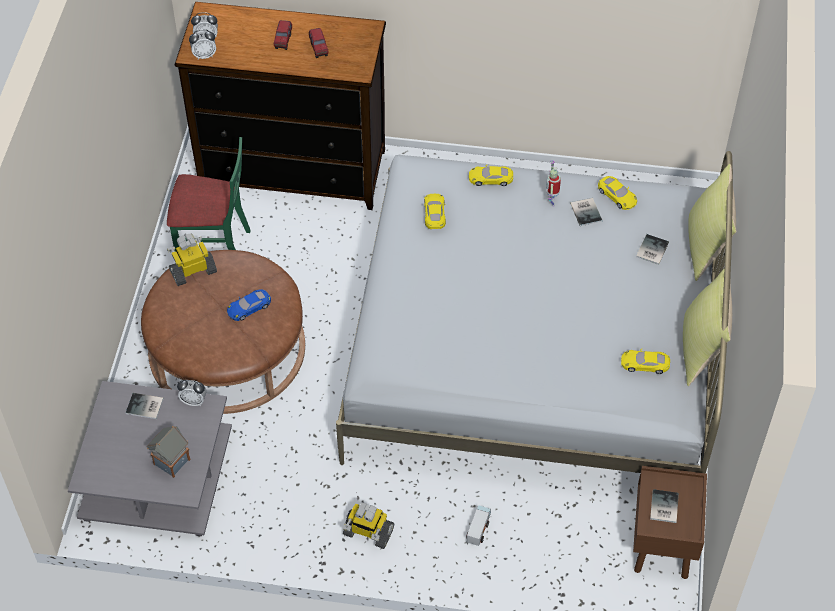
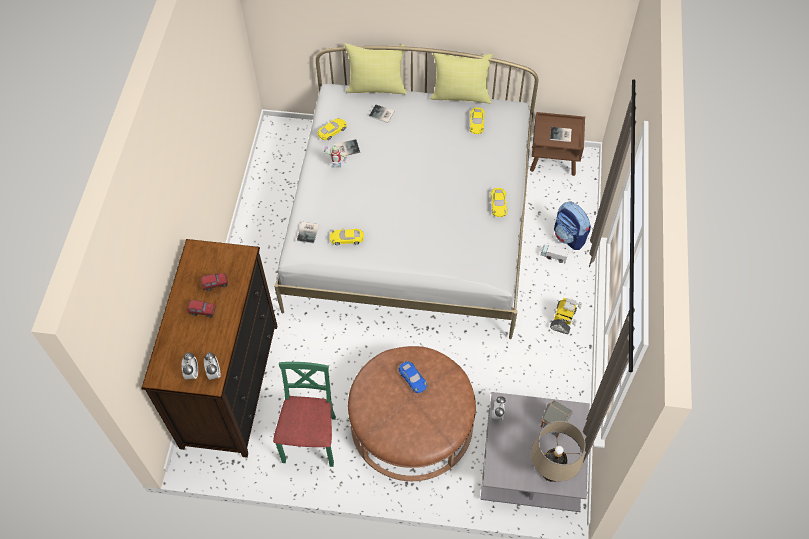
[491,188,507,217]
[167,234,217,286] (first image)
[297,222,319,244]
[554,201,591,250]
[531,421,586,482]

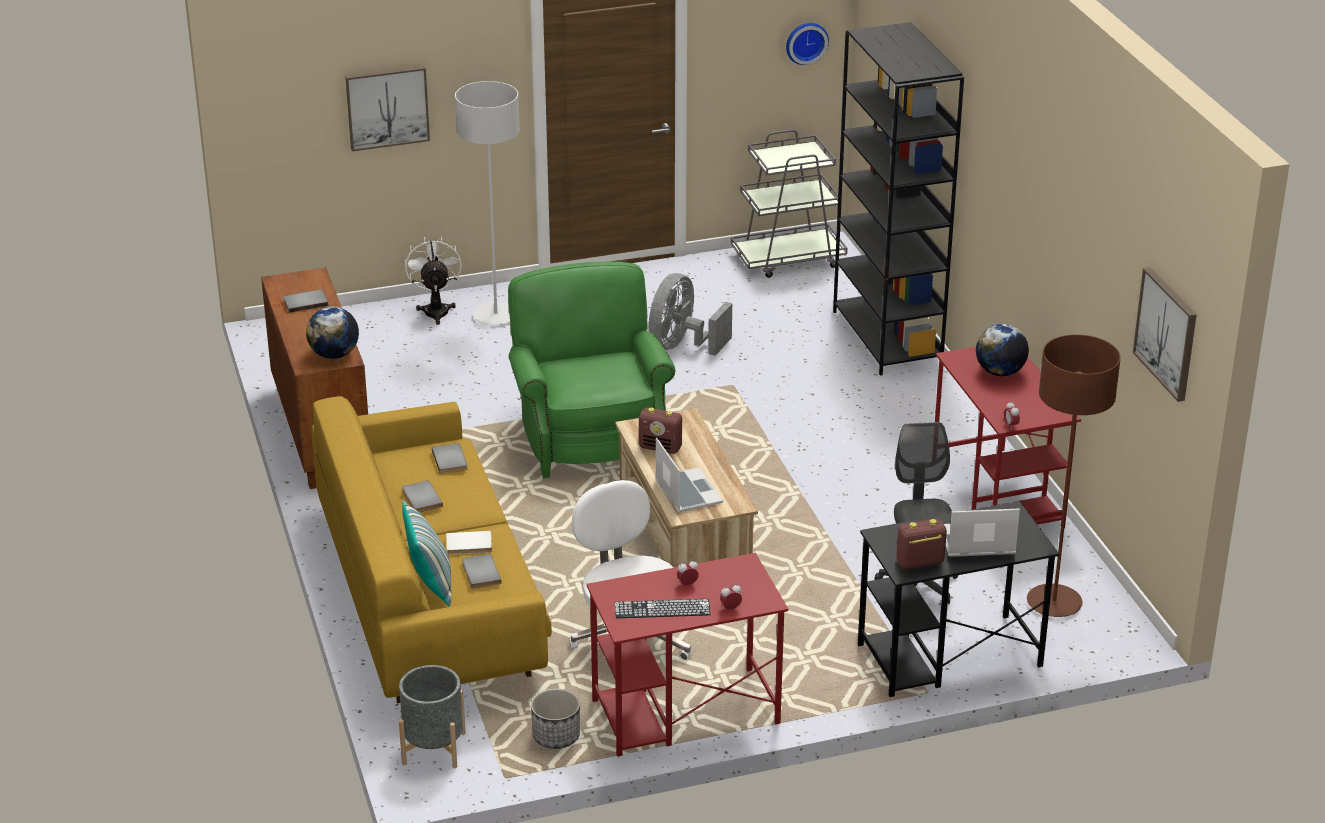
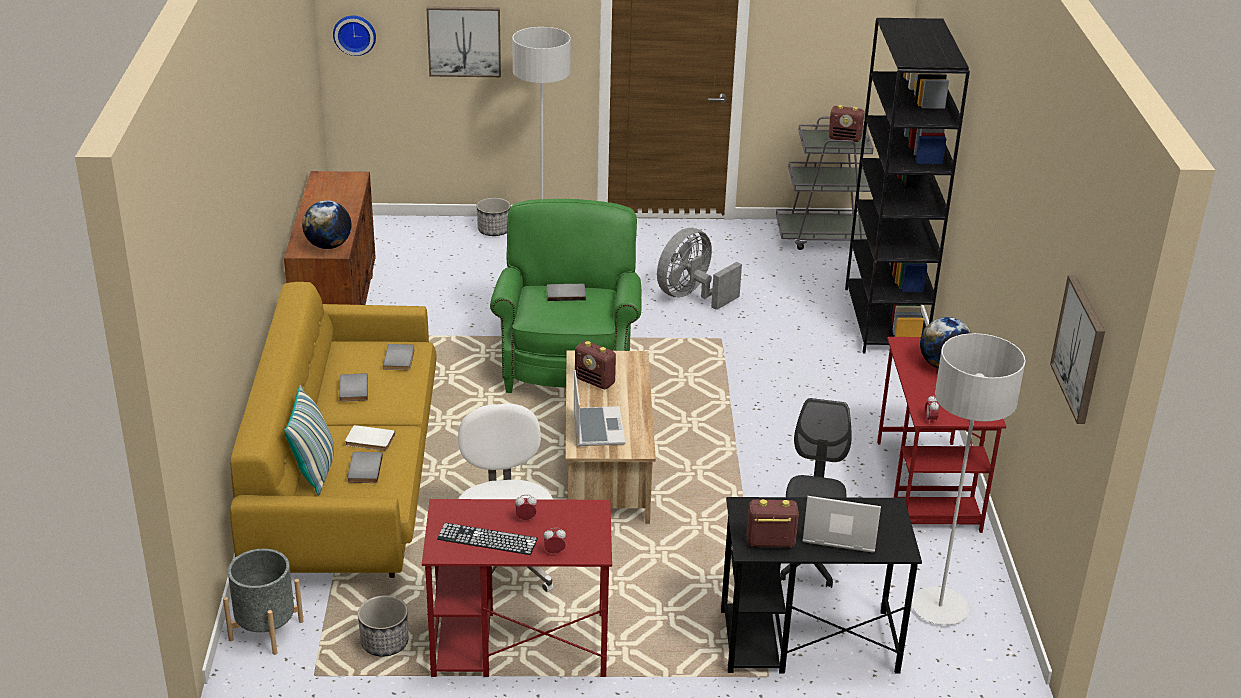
[333,16,376,56]
[477,198,511,236]
[547,284,586,301]
[912,333,1025,625]
[828,105,864,142]

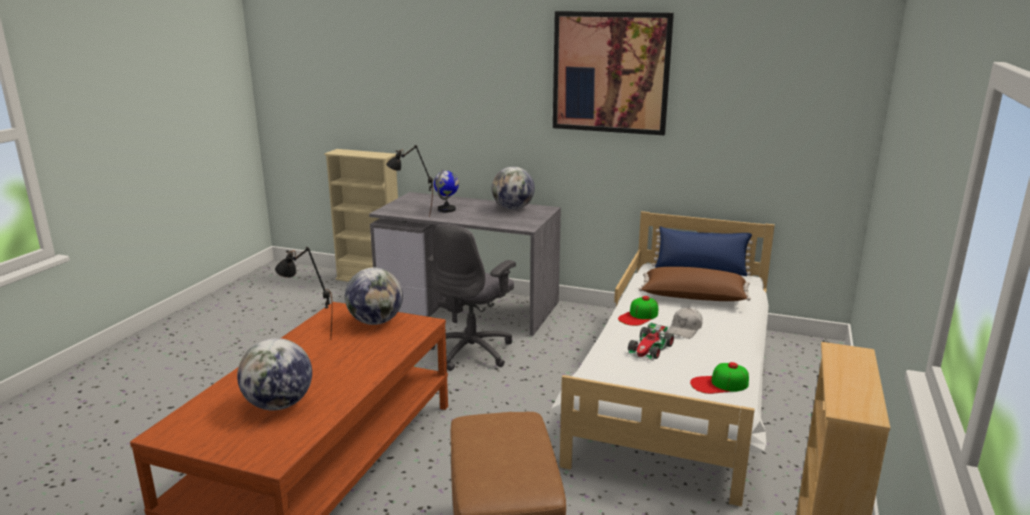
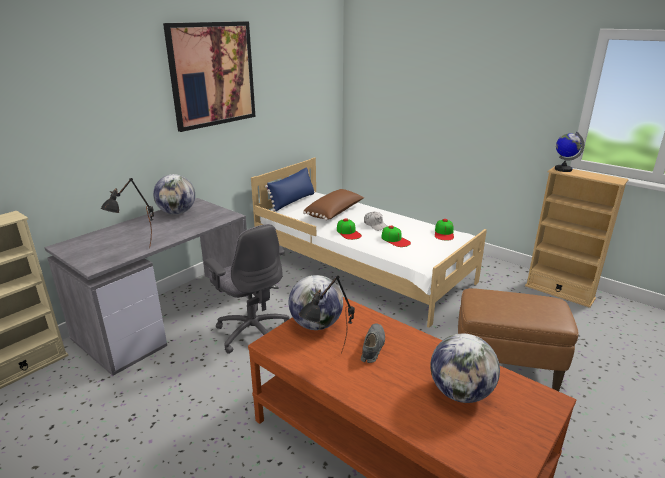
[555,132,584,172]
[381,226,411,247]
[361,324,385,363]

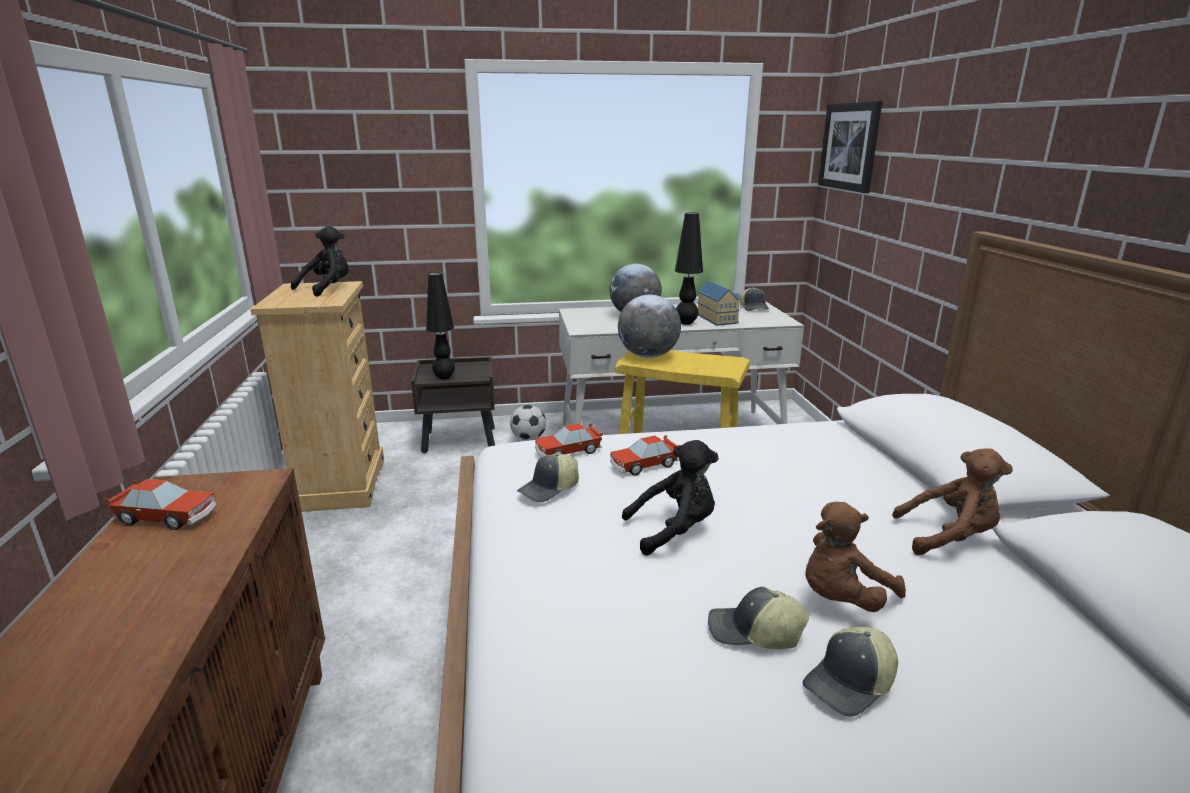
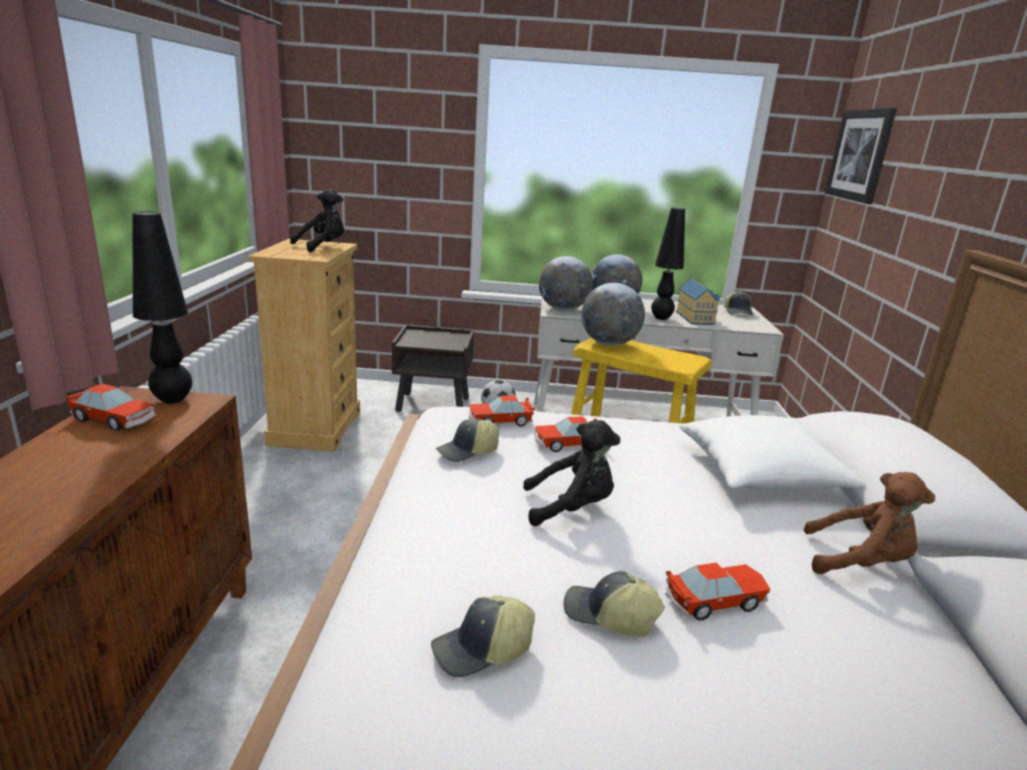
[132,211,192,404]
[665,563,771,621]
[431,596,535,678]
[539,256,593,311]
[679,415,867,490]

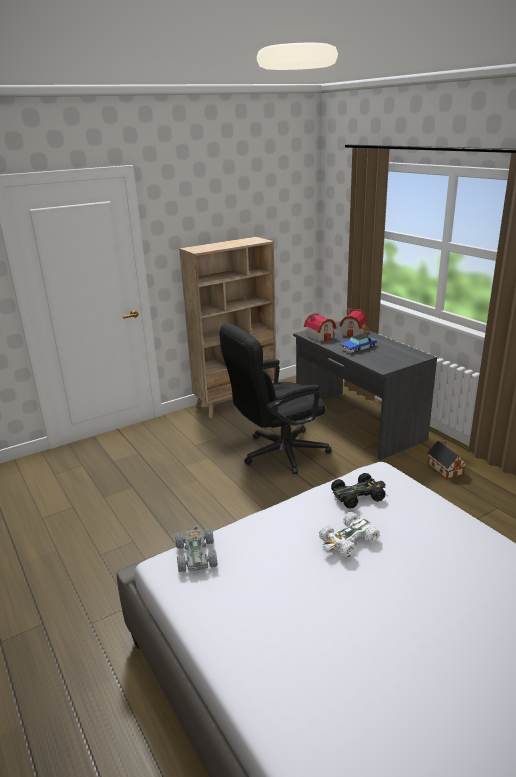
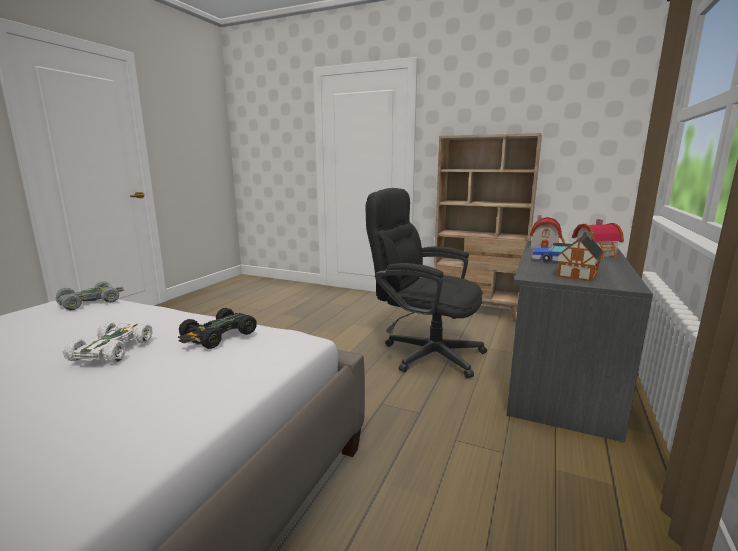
[557,231,604,282]
[178,308,257,349]
[62,321,152,363]

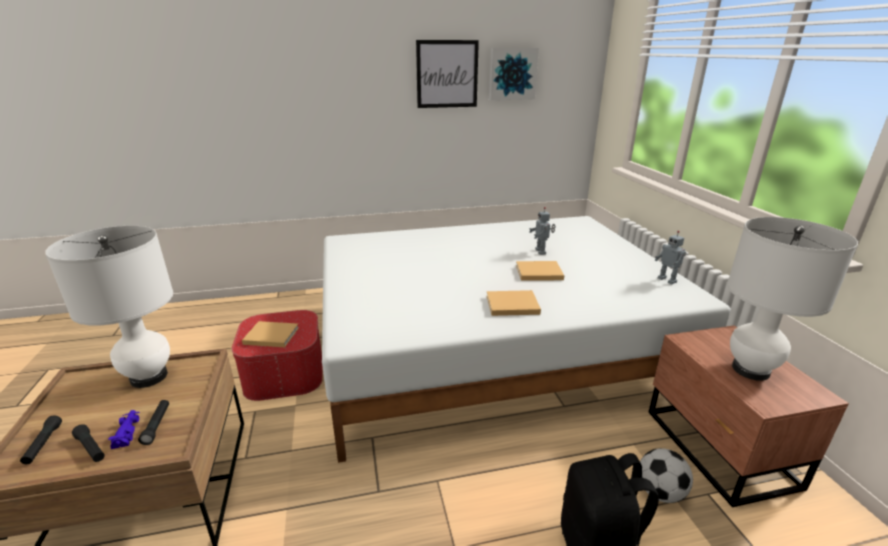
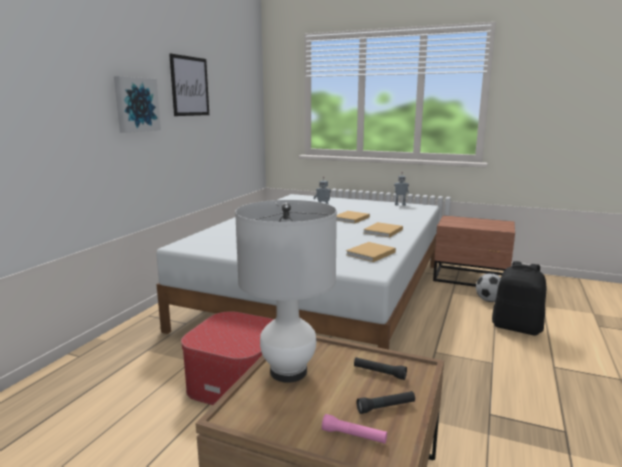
[114,76,161,133]
[727,217,858,381] (first image)
[346,242,396,262]
[108,410,140,449] (first image)
[322,414,387,444]

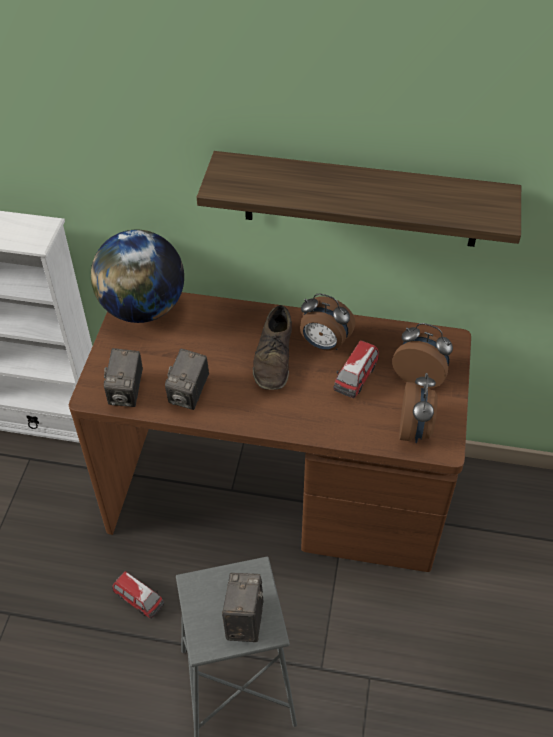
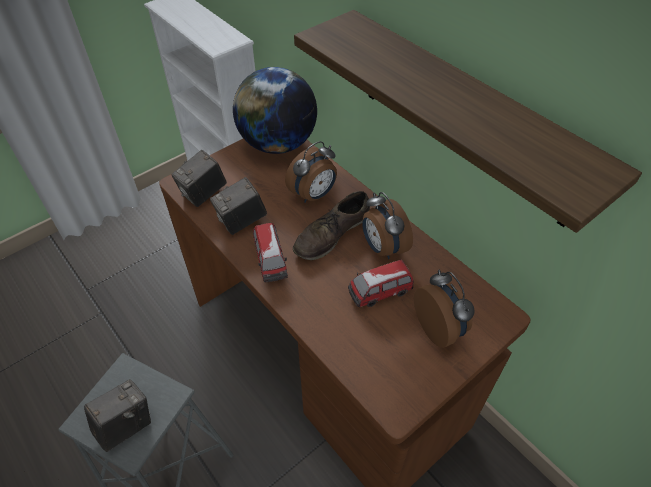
[285,141,337,203]
[253,223,288,282]

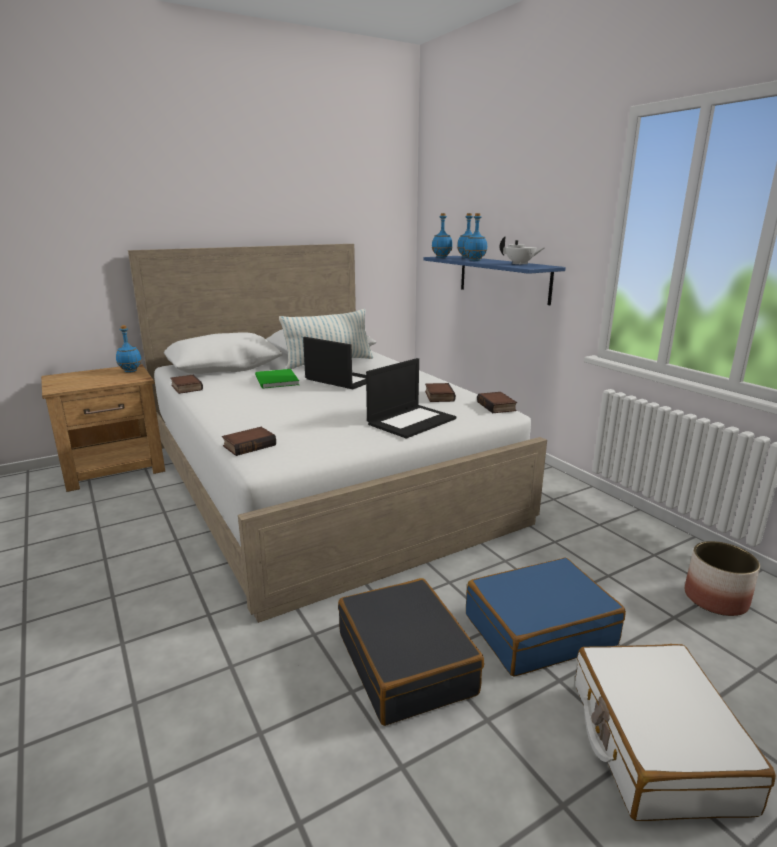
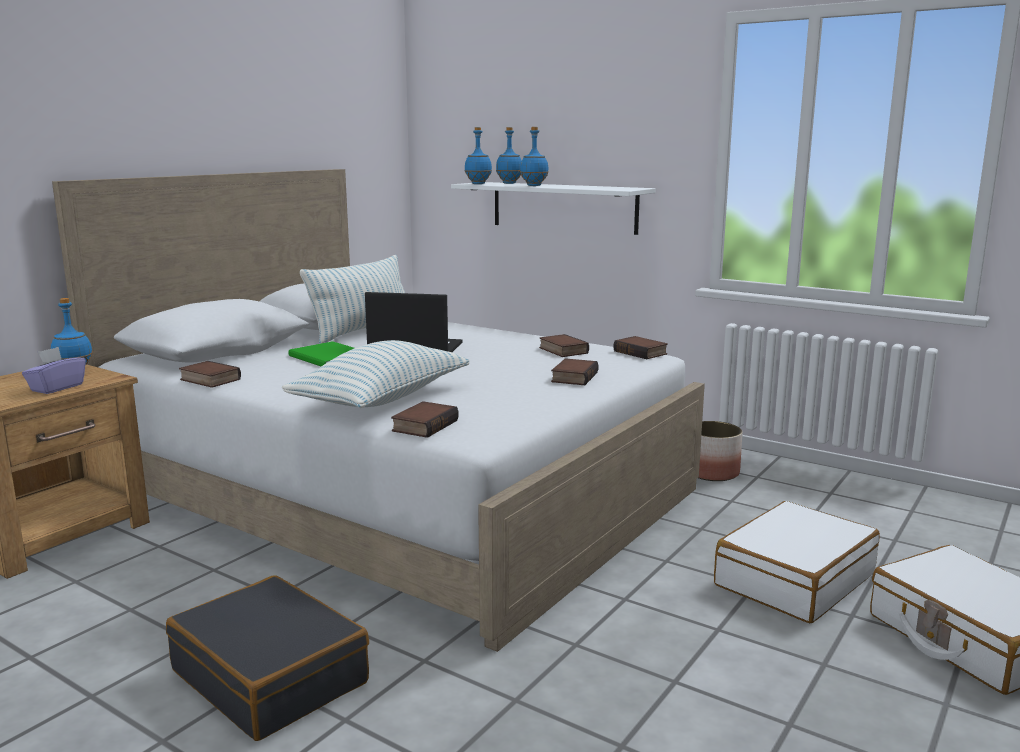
[500,236,544,265] (first image)
[451,182,656,235]
[551,358,599,385]
[698,421,743,481]
[714,501,880,623]
[166,575,369,741]
[282,340,469,408]
[22,347,86,394]

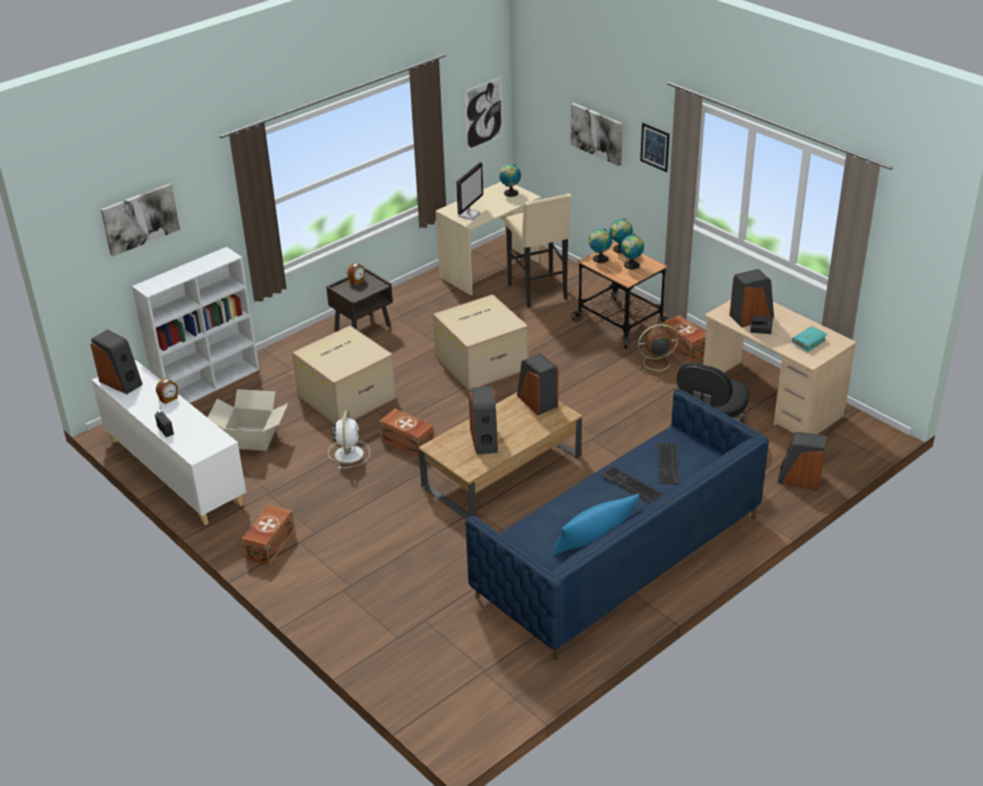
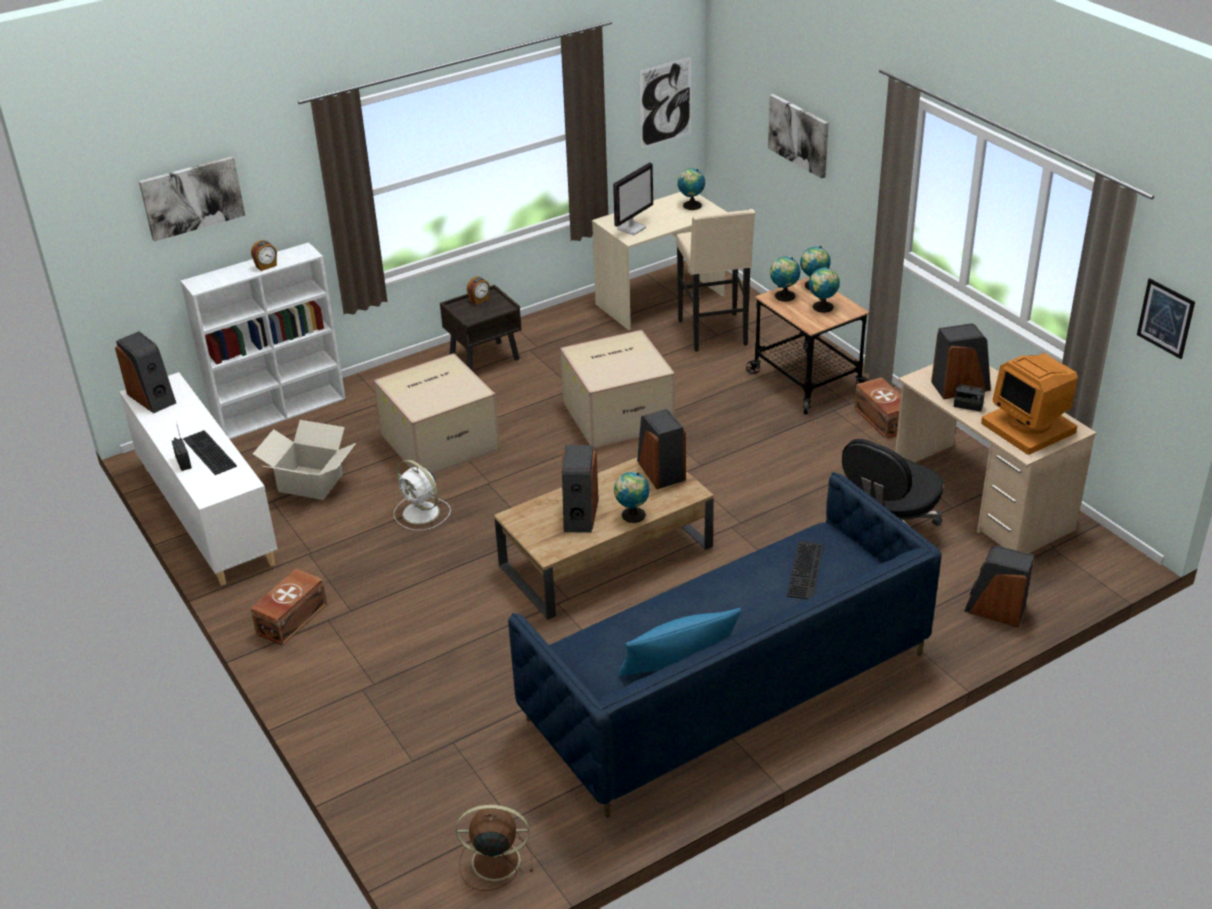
[1137,278,1195,359]
[456,805,533,891]
[981,353,1078,455]
[251,240,277,271]
[379,409,434,457] (first image)
[394,460,451,531]
[183,430,237,475]
[614,472,650,523]

